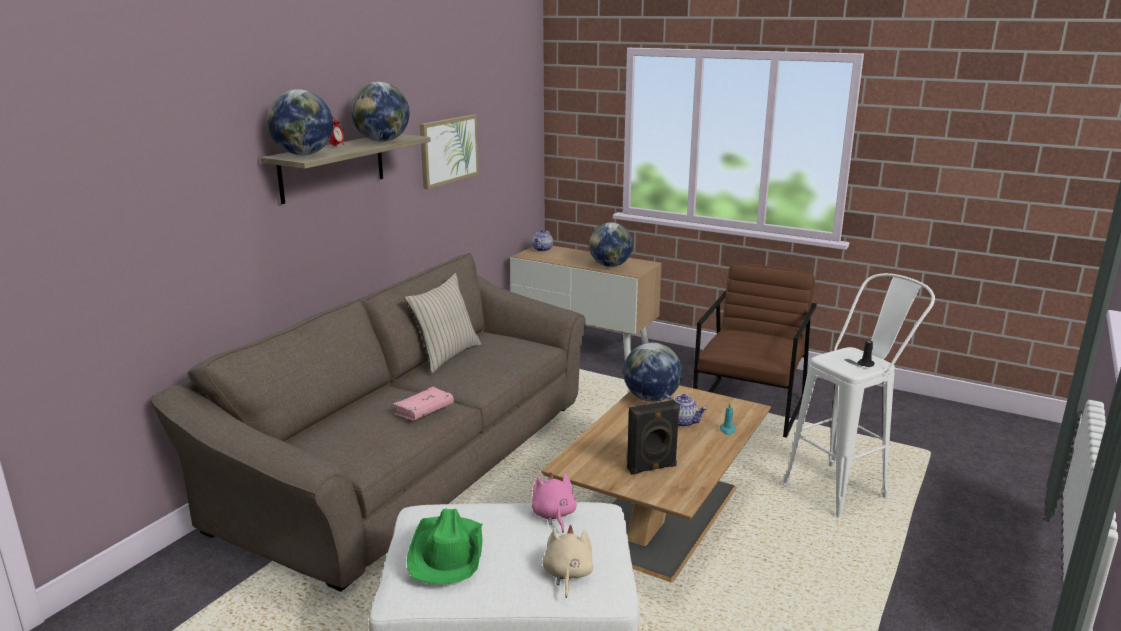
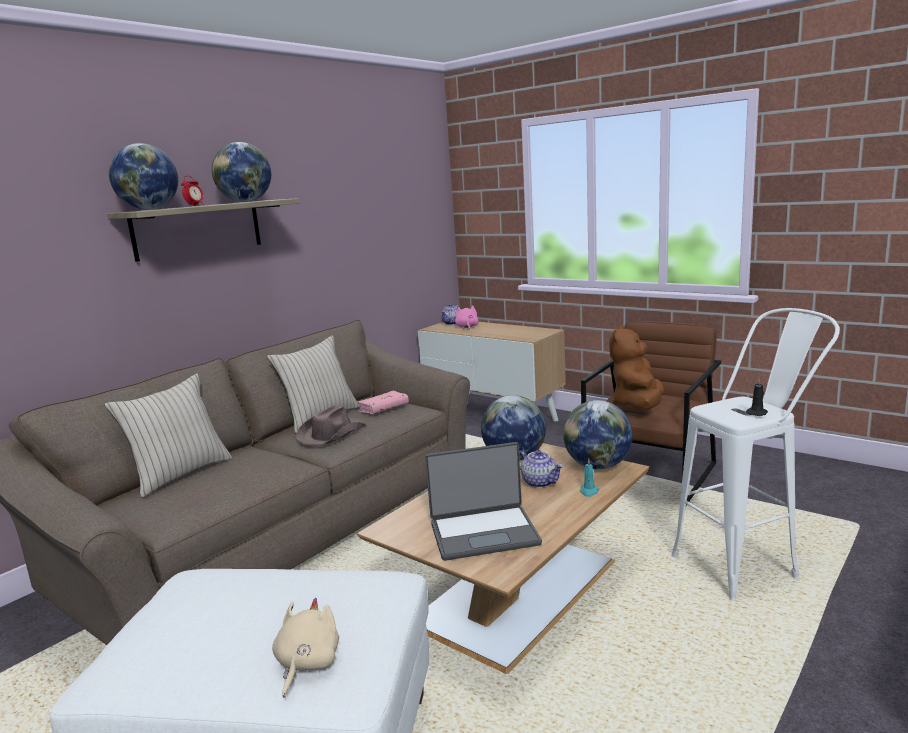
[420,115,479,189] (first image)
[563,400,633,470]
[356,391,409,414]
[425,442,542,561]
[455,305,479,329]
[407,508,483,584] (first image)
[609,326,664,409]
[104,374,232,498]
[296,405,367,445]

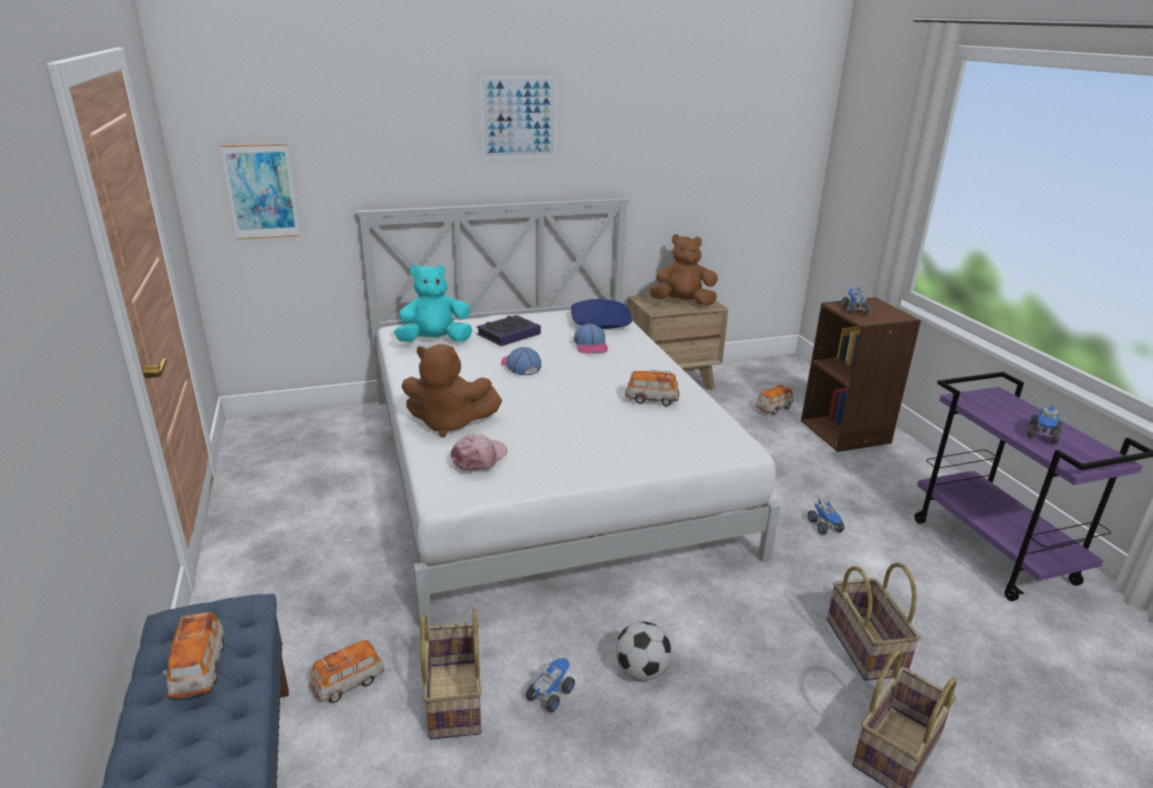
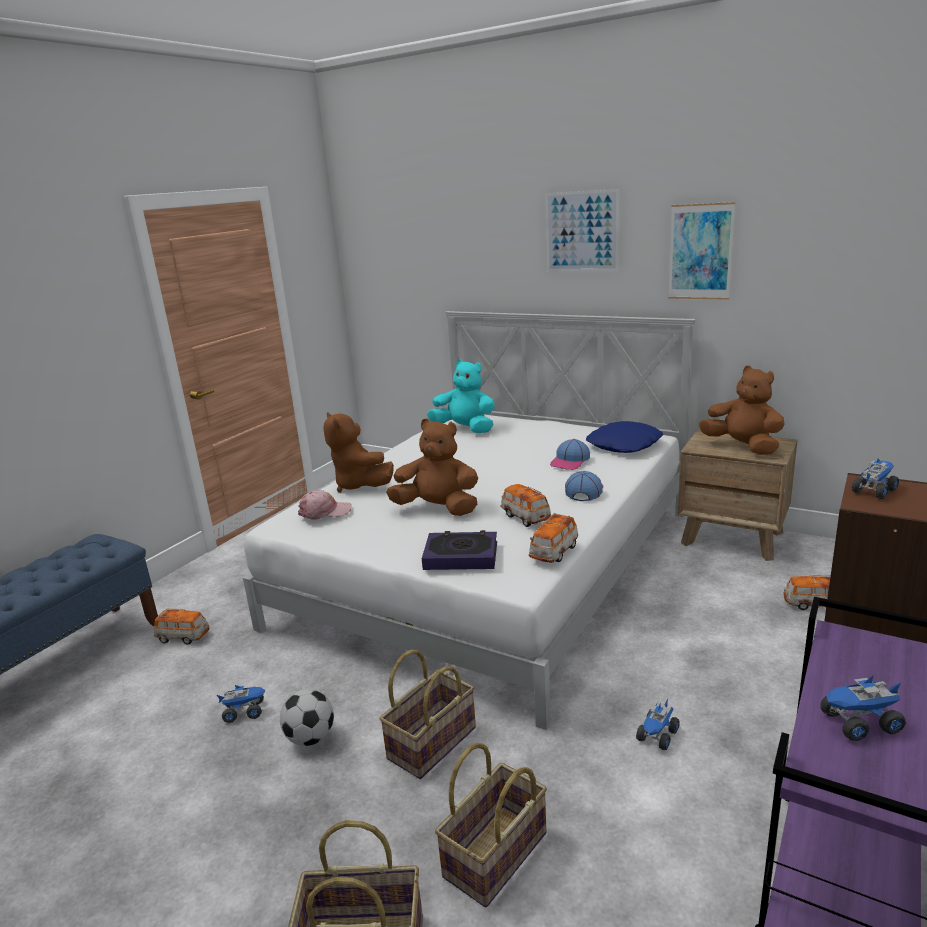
[668,202,736,300]
[422,530,497,570]
[565,471,603,501]
[379,650,476,779]
[529,513,578,563]
[386,418,478,516]

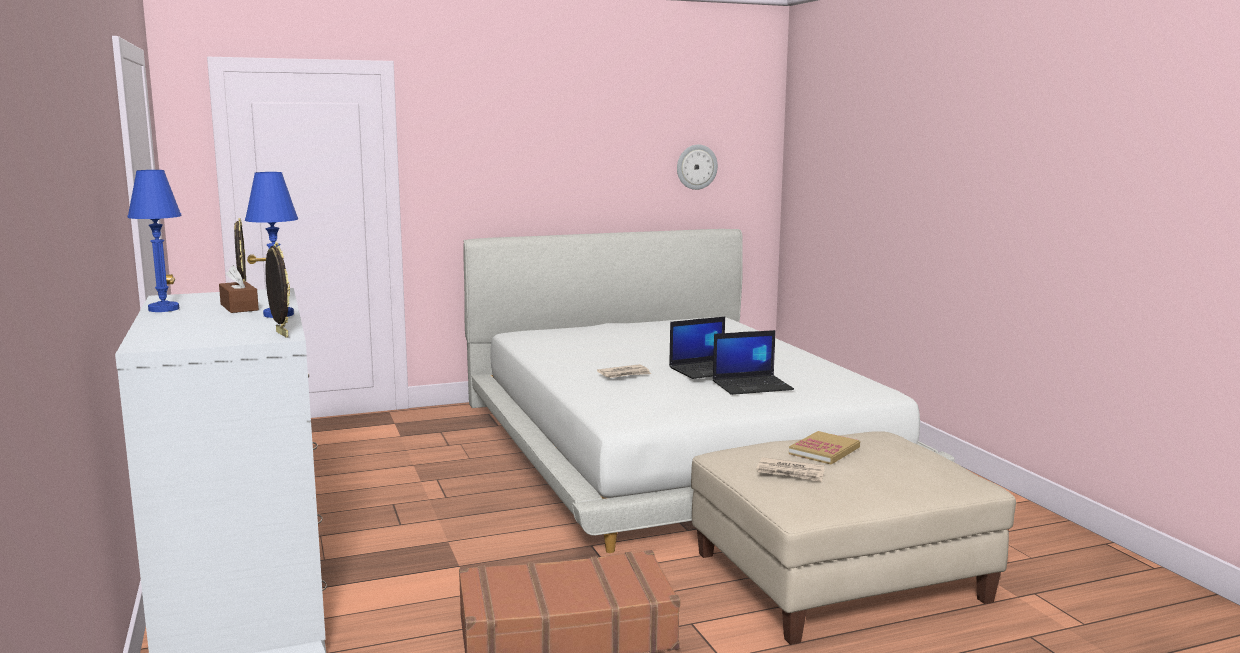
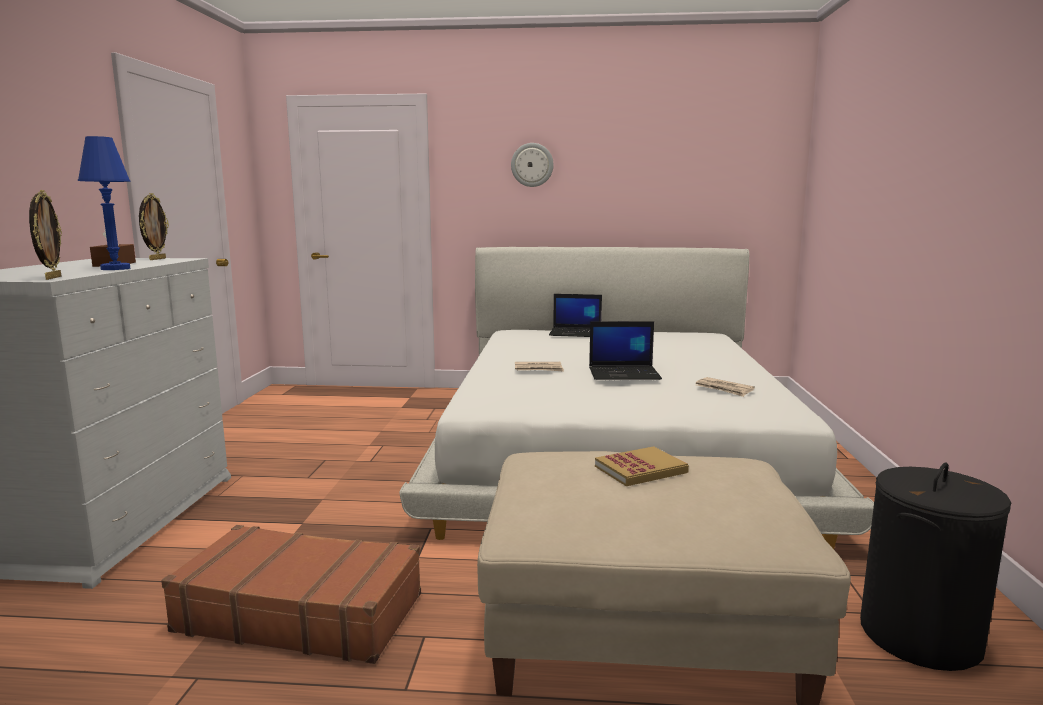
[511,143,554,187]
[127,170,182,312] (first image)
[549,294,602,337]
[696,377,755,397]
[860,463,1011,671]

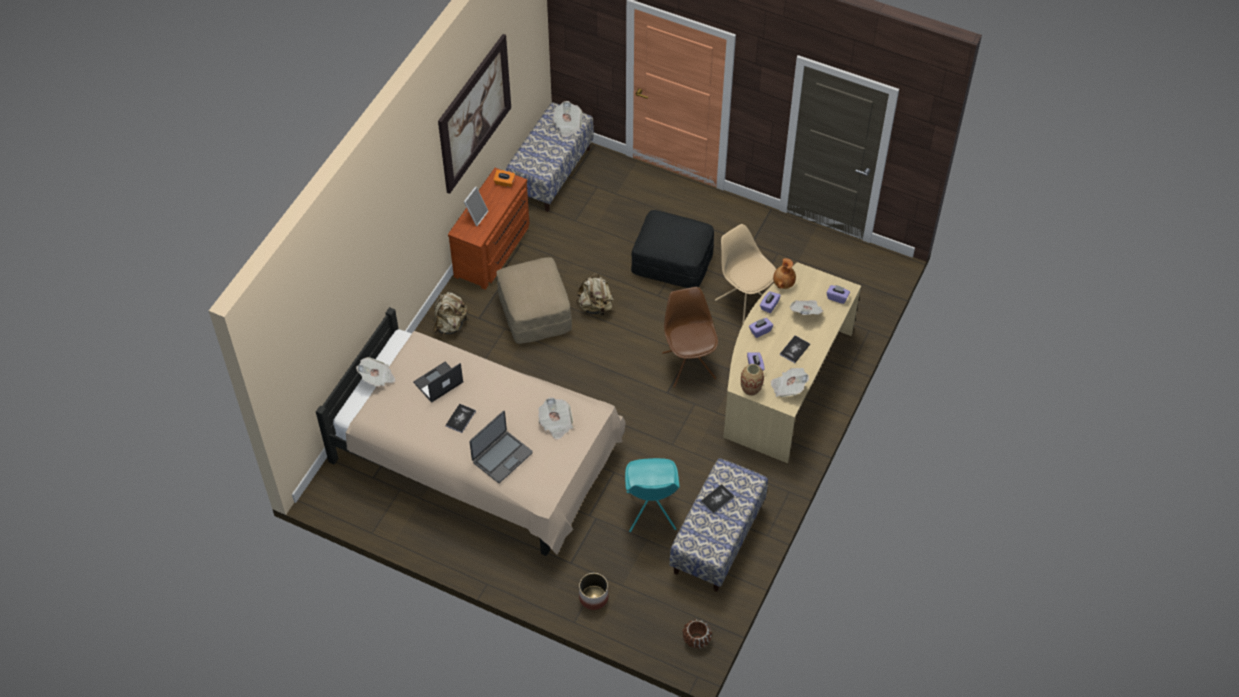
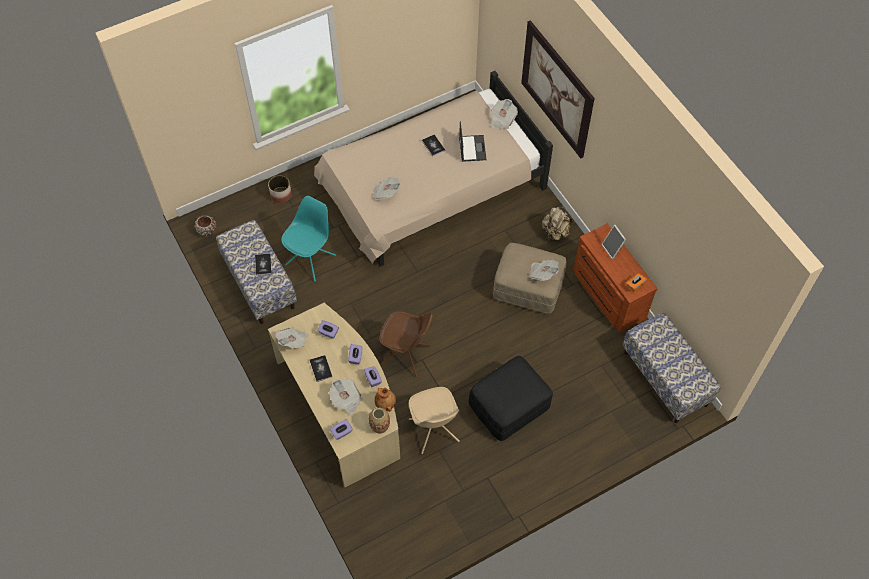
[521,20,595,158]
[529,259,559,281]
[409,387,460,454]
[576,273,614,316] (first image)
[369,407,390,434]
[469,411,533,483] (first image)
[281,196,336,281]

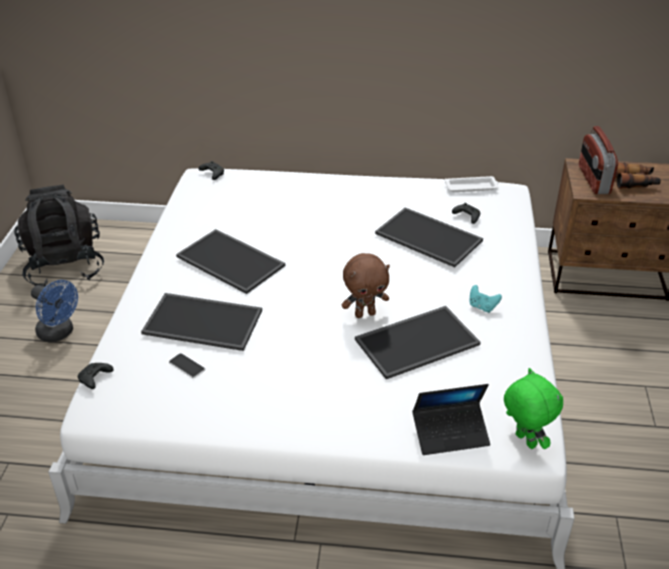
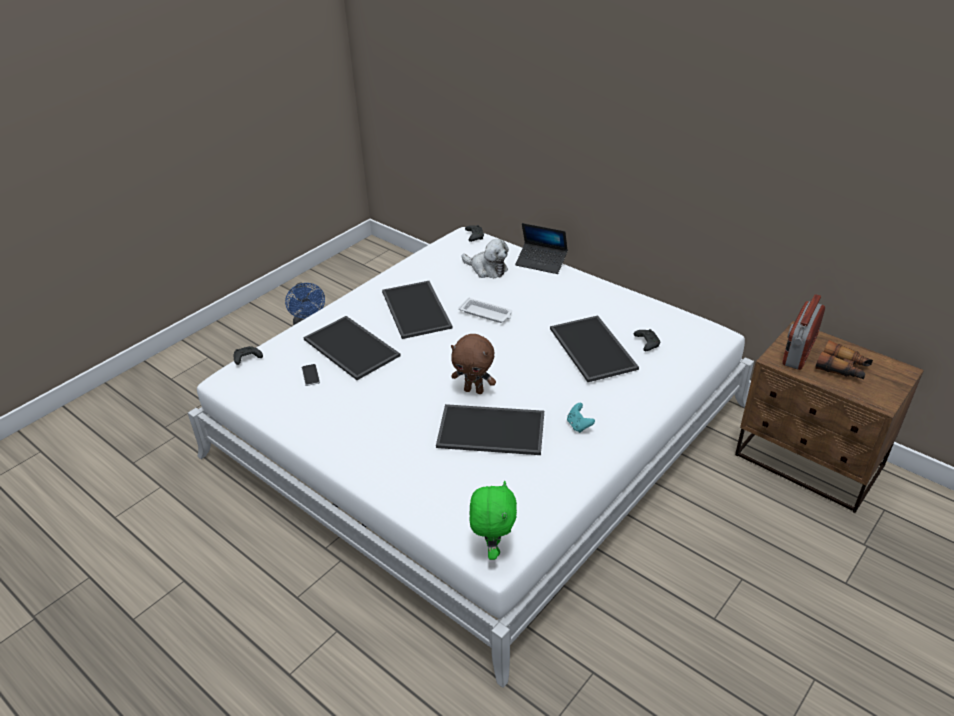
[458,297,513,323]
[14,185,104,286] (first image)
[515,223,568,274]
[462,239,509,278]

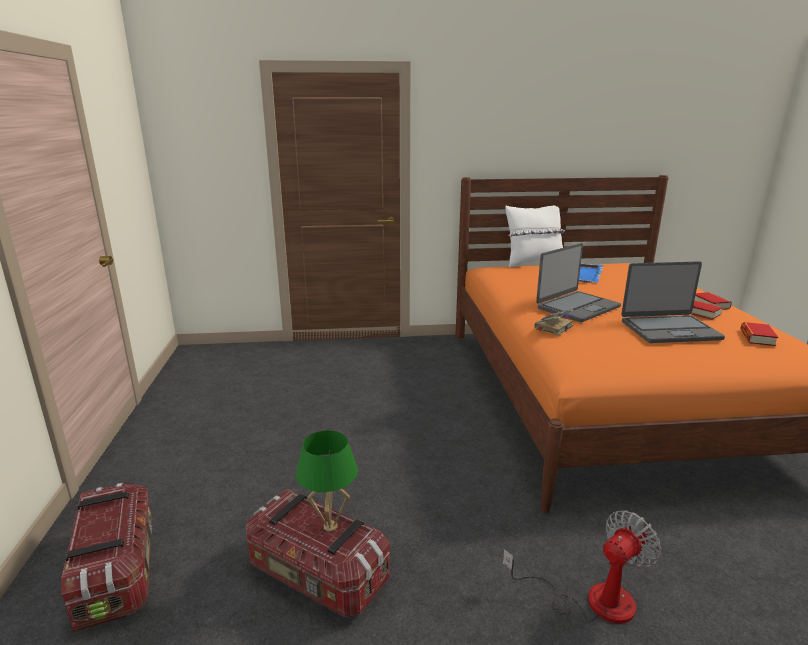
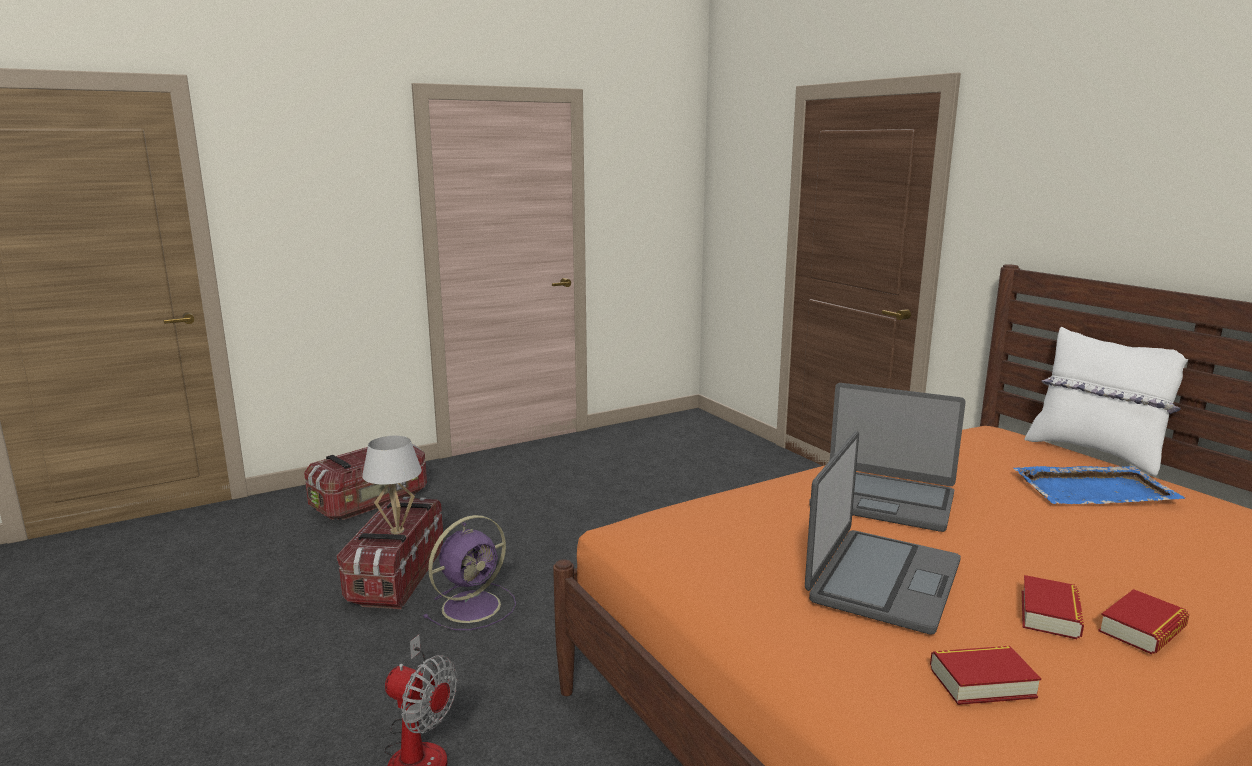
[805,431,961,635]
[534,309,574,335] (first image)
[362,436,422,534]
[423,515,516,630]

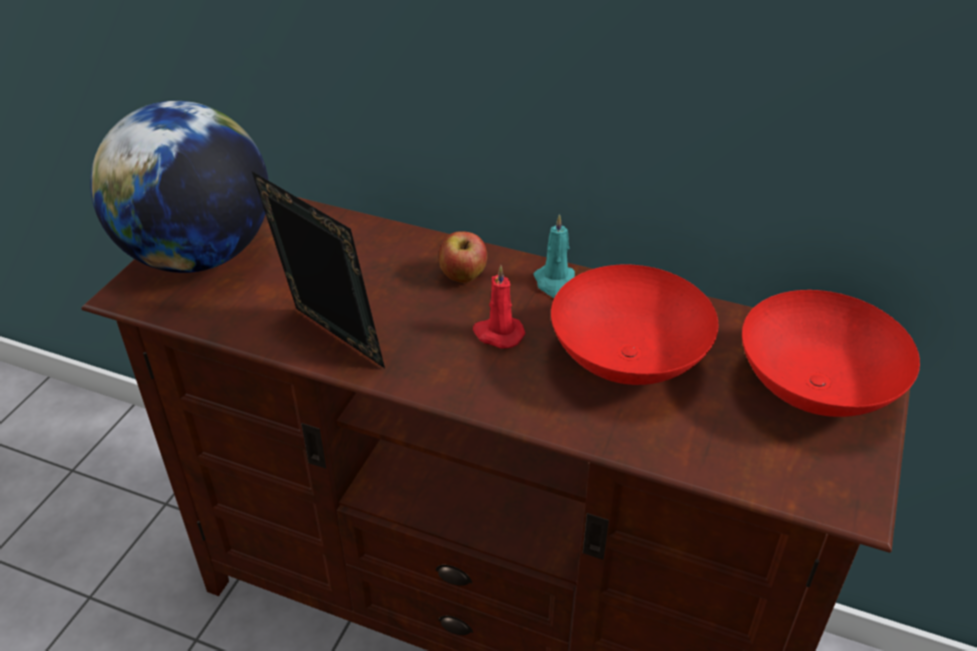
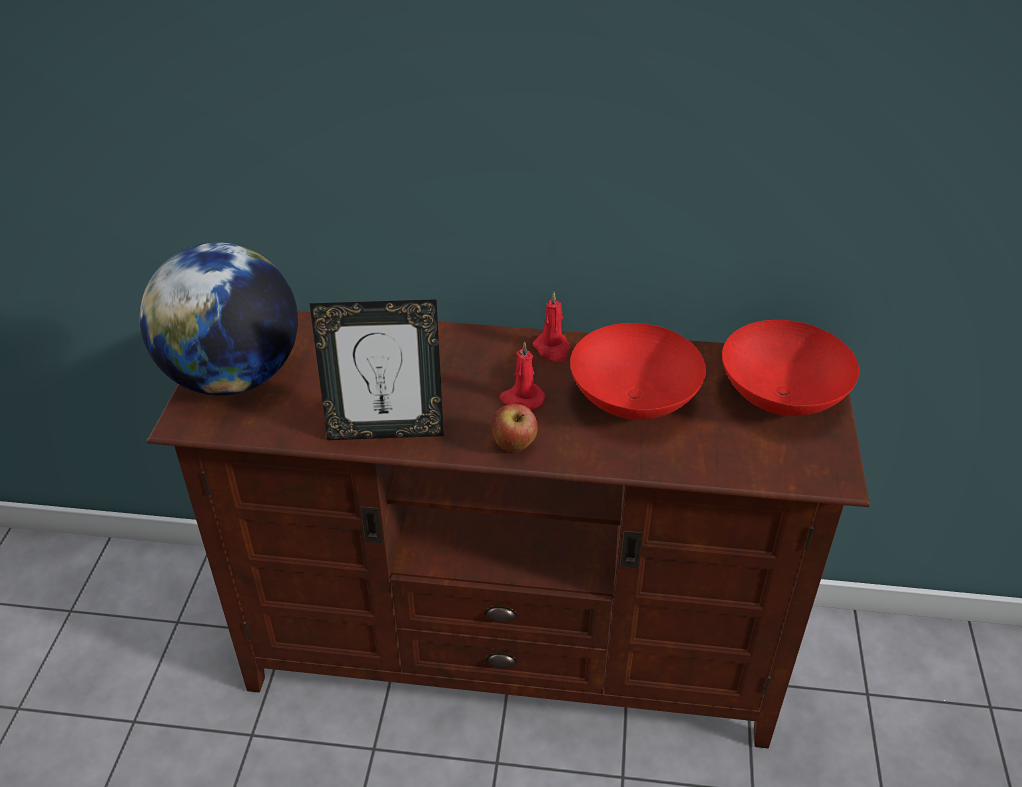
[310,299,444,440]
[533,292,570,362]
[492,404,538,452]

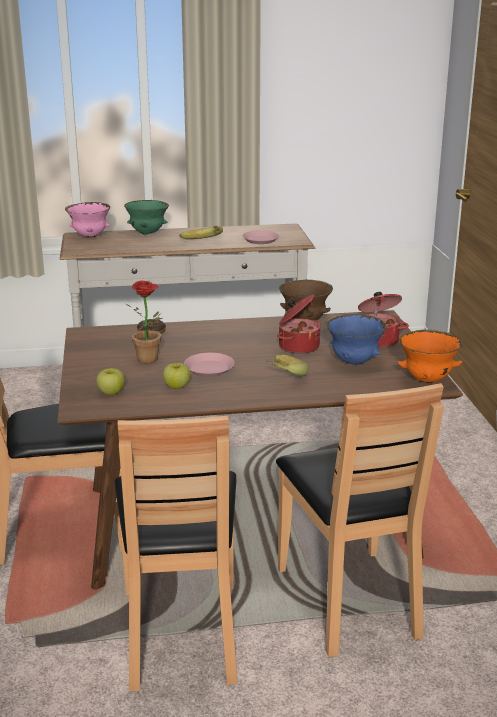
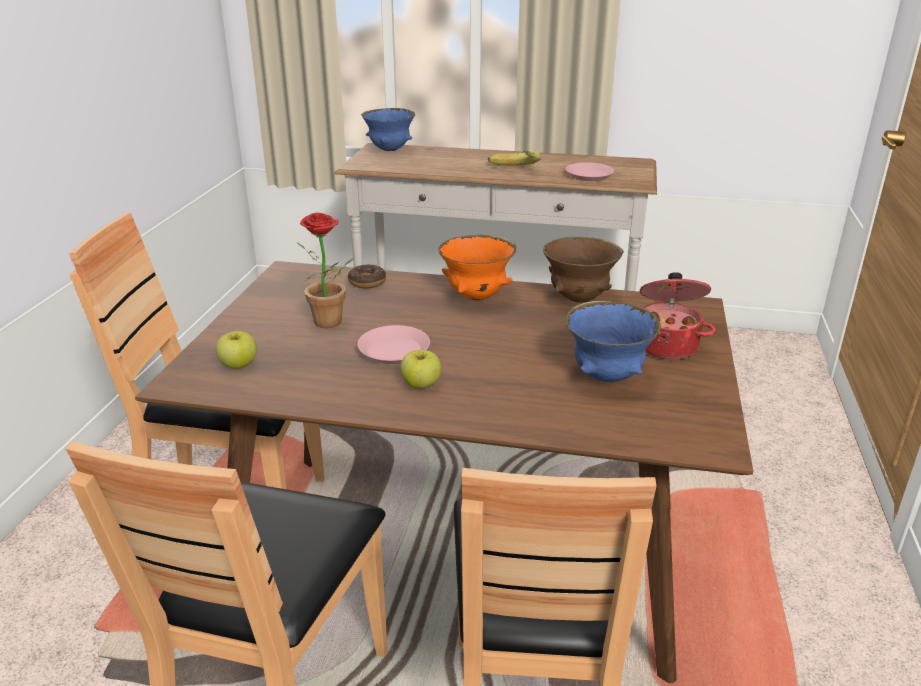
[124,200,169,235] (first image)
[361,108,415,151]
[277,294,321,354] (first image)
[438,235,516,300]
[266,355,309,376] (first image)
[400,350,441,389]

